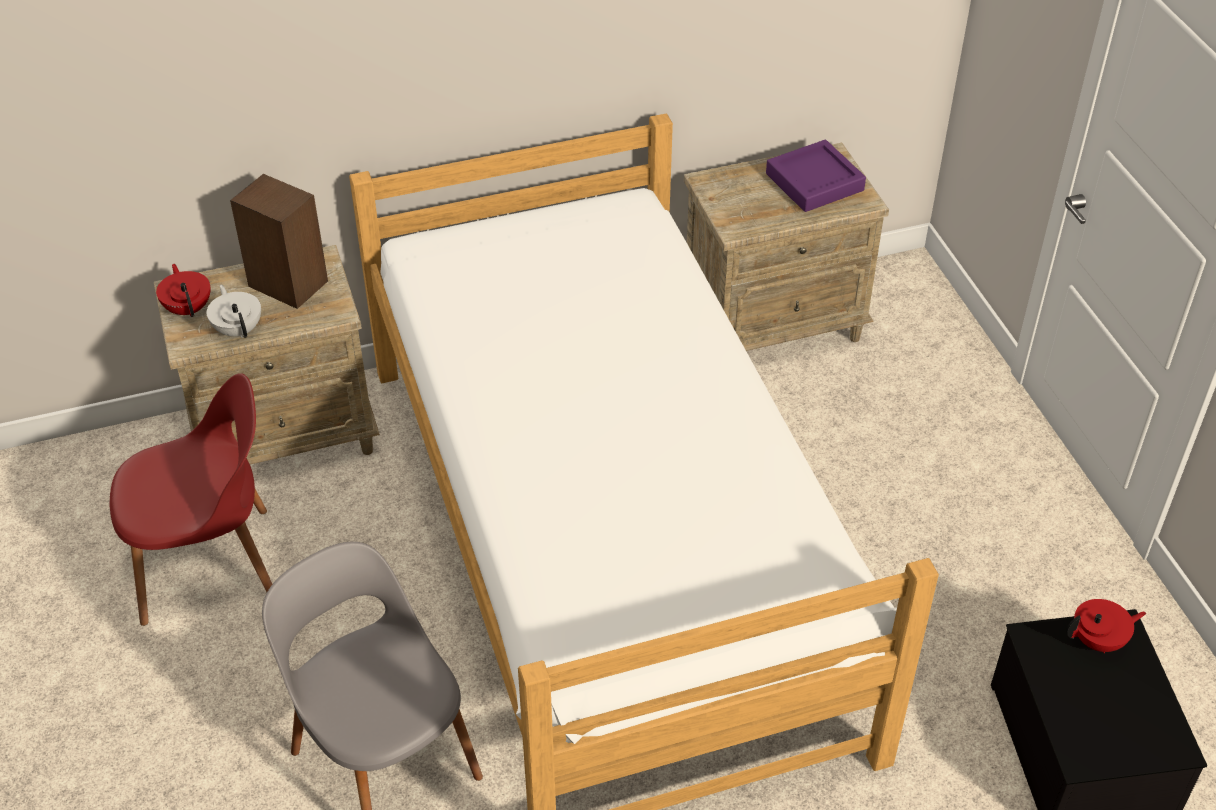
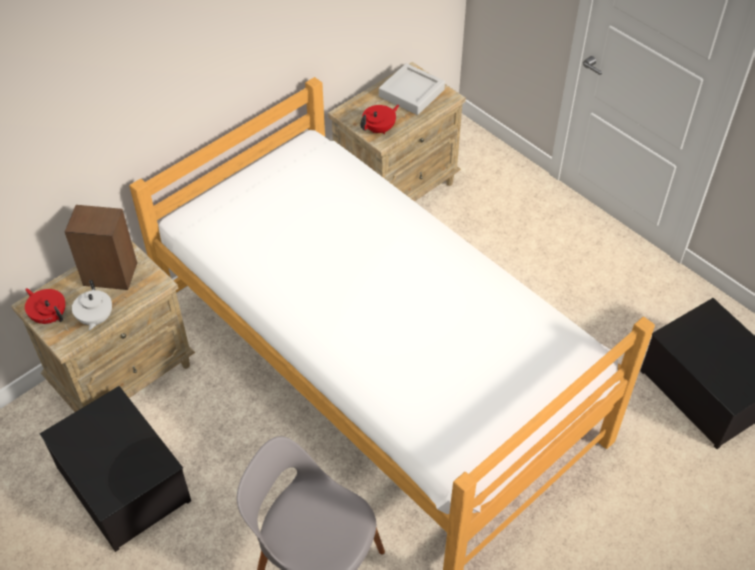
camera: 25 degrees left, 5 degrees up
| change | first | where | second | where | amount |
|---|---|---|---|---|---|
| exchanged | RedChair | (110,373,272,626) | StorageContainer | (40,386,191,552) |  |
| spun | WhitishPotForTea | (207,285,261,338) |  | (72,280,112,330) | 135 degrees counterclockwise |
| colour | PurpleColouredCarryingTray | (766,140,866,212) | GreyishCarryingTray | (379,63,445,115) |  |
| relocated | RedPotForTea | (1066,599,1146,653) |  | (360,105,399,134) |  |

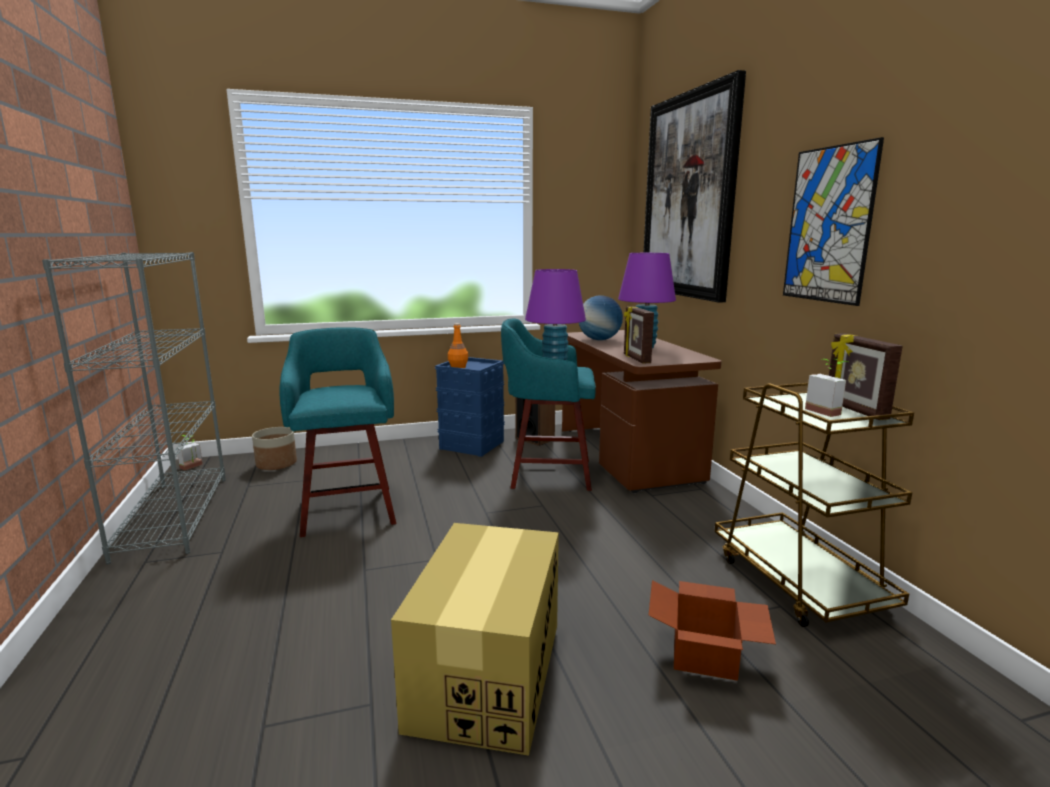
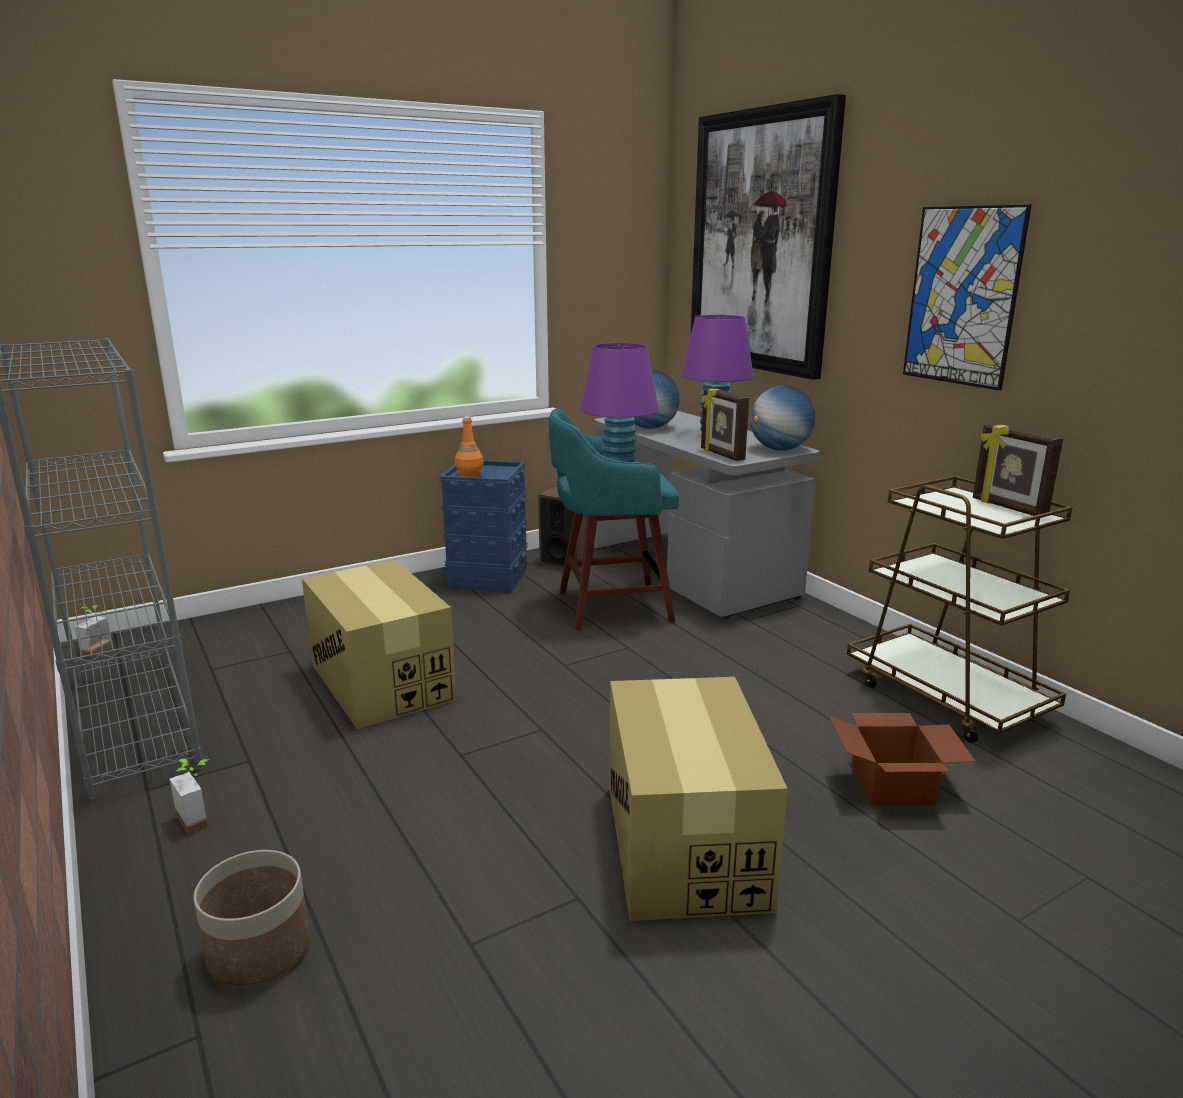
camera: 15 degrees left, 5 degrees up
| change | first | where | second | where | amount |
|---|---|---|---|---|---|
| relocated | FlowerPot | (252,427,297,470) |  | (193,850,310,987) |  |
| exchanged | TurquoiseColouredStoolSeat | (280,327,396,537) | CardboardBox | (302,560,457,729) |  |
| colour | BrownishDesk | (562,330,722,493) | GreyishDesk | (594,411,819,620) |  |
| relocated | PottedPlant | (805,358,848,417) |  | (170,759,209,835) |  |
| appeared |  |  | WorldGlobe | (750,386,815,451) |  |

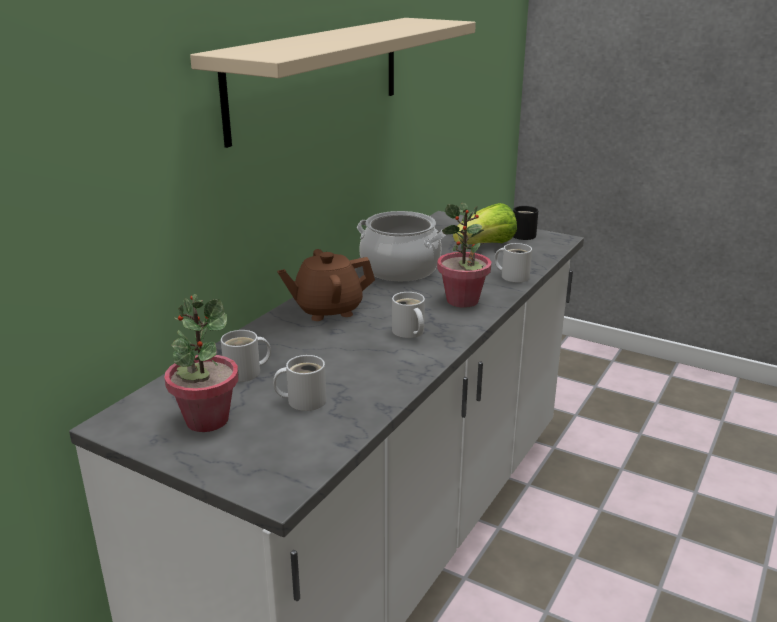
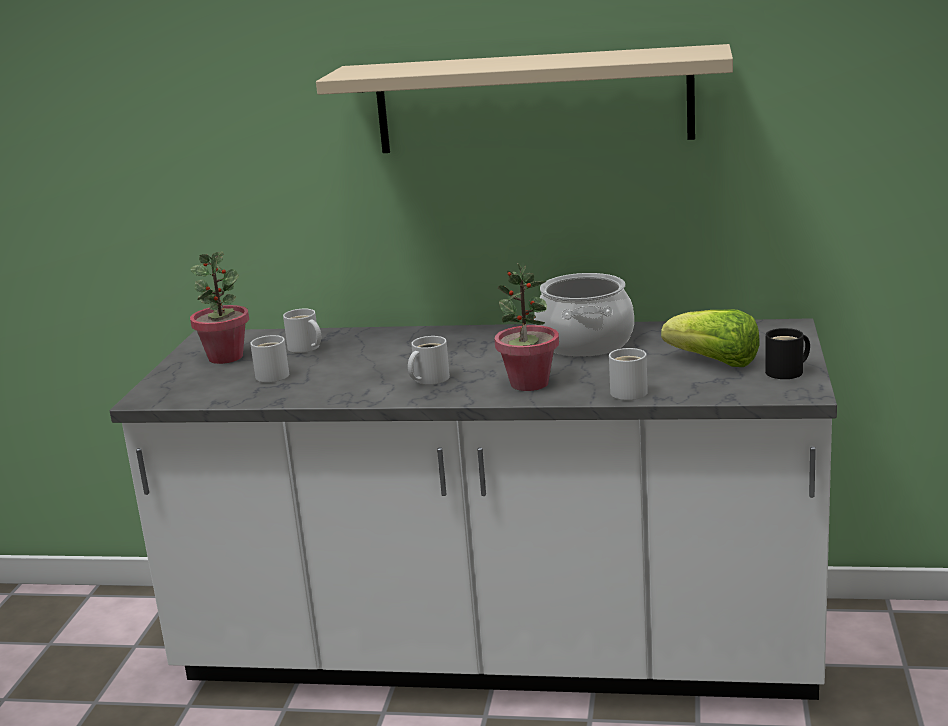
camera: 70 degrees right, 5 degrees down
| change | first | where | second | where | amount |
|---|---|---|---|---|---|
| missing | BrownishPotForTea | (277,249,375,321) |  |  |  |

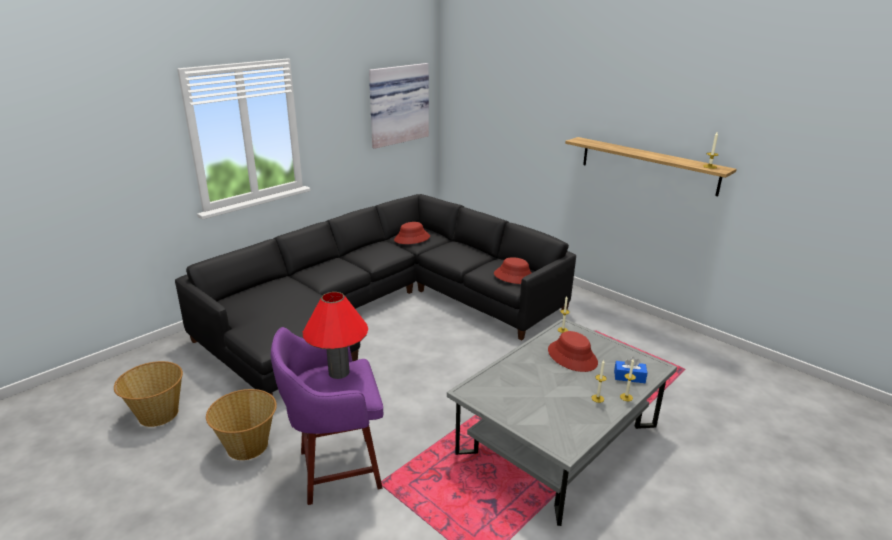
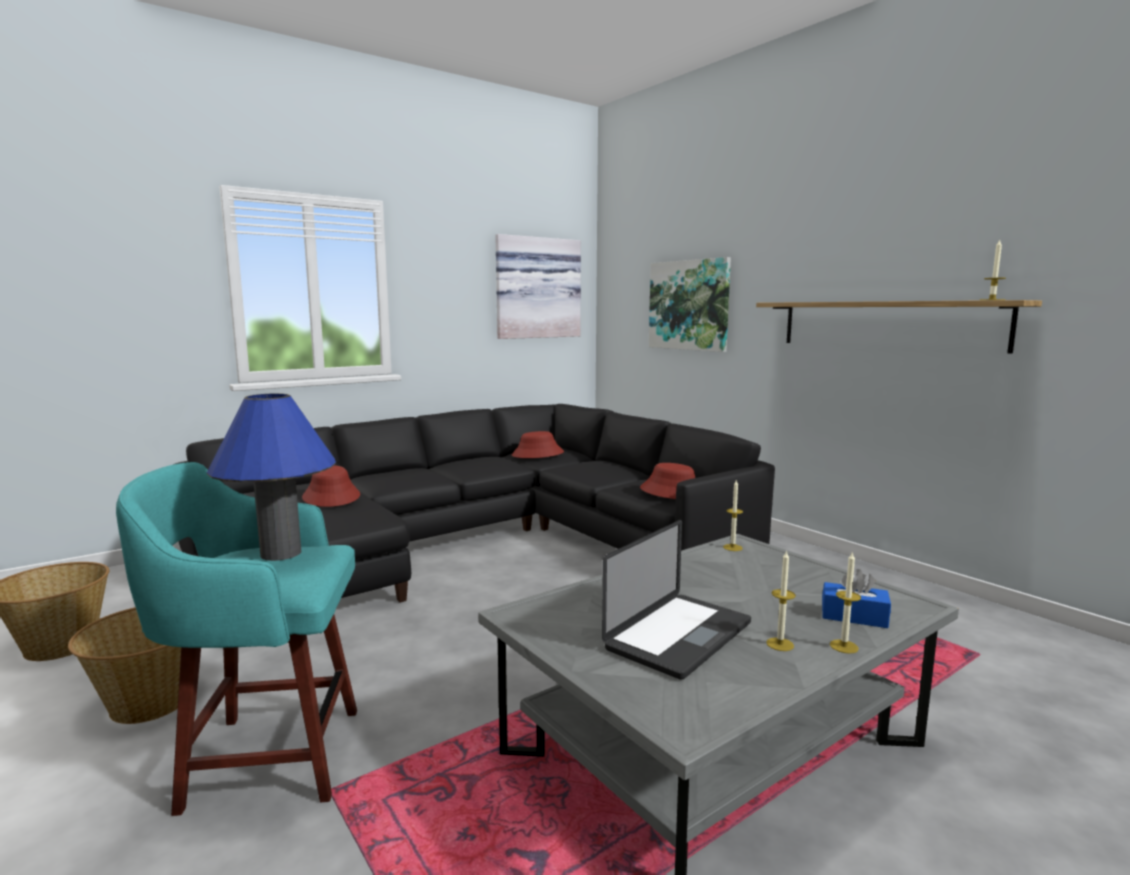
camera: 10 degrees right, 15 degrees down
| change | first | where | second | where | amount |
|---|---|---|---|---|---|
| colour | PurpleColouredStoolSeat | (271,327,383,505) | TurquoiseColouredStoolSeat | (116,462,357,816) |  |
| colour | RedLampForATable | (303,292,368,379) | BlueLampForATable | (207,393,336,561) |  |
| relocated | RedHat | (548,331,598,372) |  | (302,465,360,507) |  |
| appeared |  |  | Laptop | (602,520,751,680) |  |
| appeared |  |  | WallPicture | (649,257,731,352) |  |

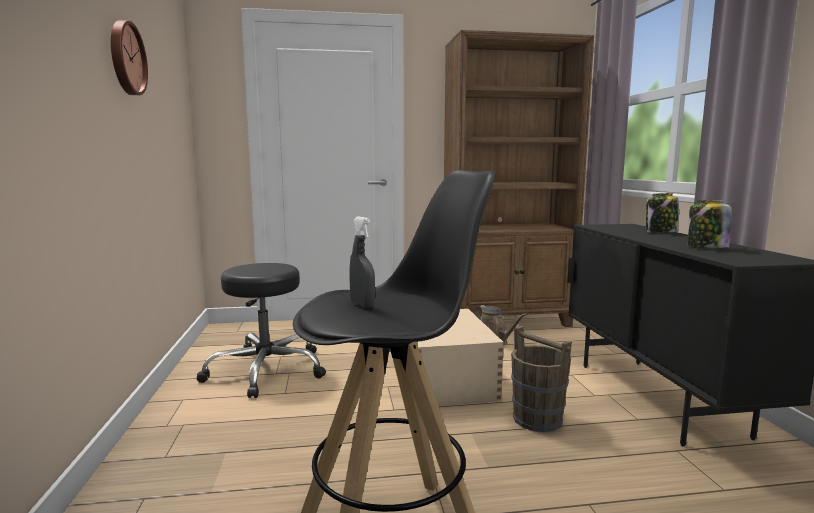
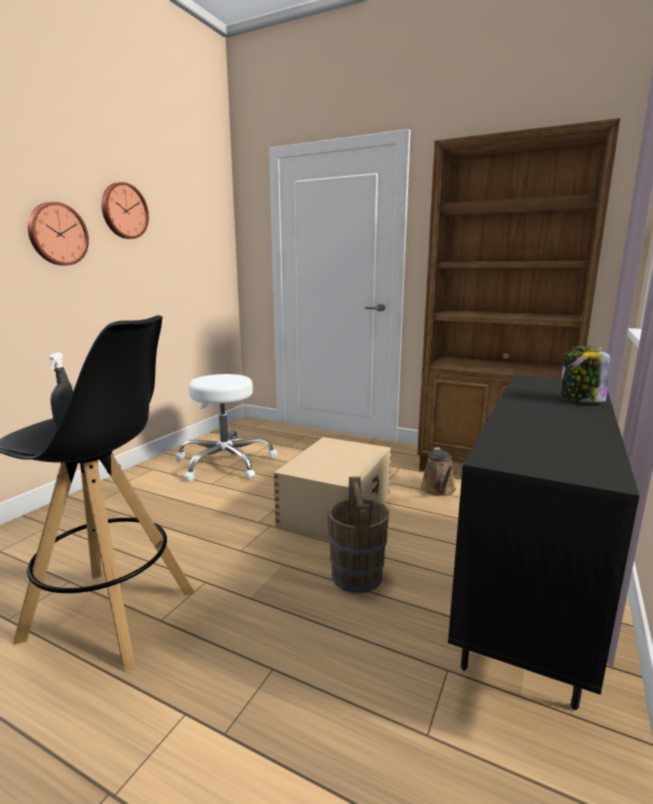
camera: 35 degrees right, 5 degrees up
| change | first | where | second | where | amount |
|---|---|---|---|---|---|
| colour | BlackColouredStoolSeat | (197,263,326,398) | WhitishStoolSeat | (175,374,278,482) |  |
| missing | StorageJar | (688,200,731,248) |  |  |  |
| appeared |  |  | ClockOnTheWall | (28,202,89,265) |  |

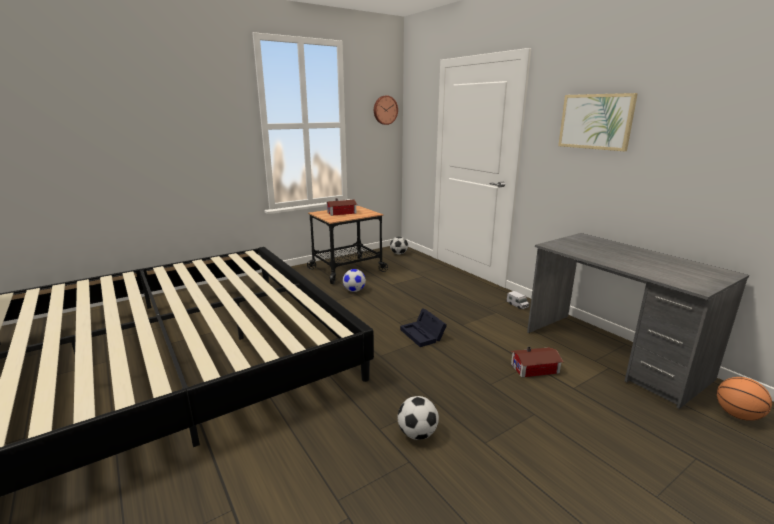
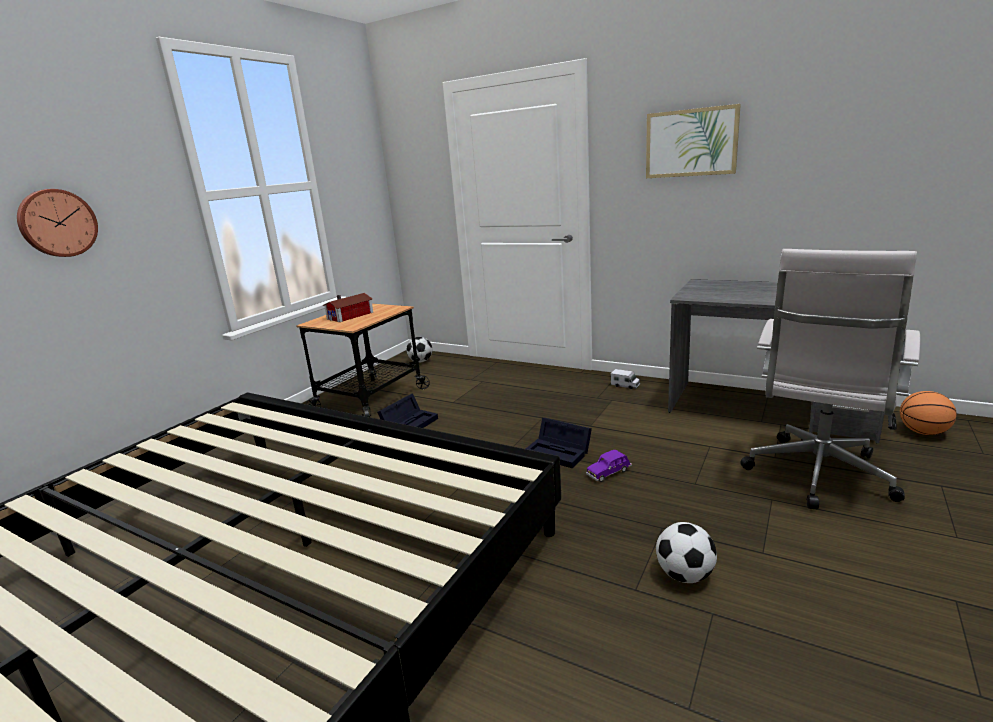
camera: 25 degrees left, 0 degrees up
| change | first | where | second | where | amount |
|---|---|---|---|---|---|
| exchanged | Football | (343,269,366,292) | BlackColouredStorageContainer | (377,393,438,428) |  |
| relocated | ClockOnTheWall | (374,96,398,125) |  | (17,189,98,257) |  |
| missing | ToyHouse | (511,347,563,378) |  |  |  |
| appeared |  |  | PurpleColouredMiniatureCar | (586,450,632,482) |  |
| appeared |  |  | WhitishOfficeChair | (740,249,920,509) |  |

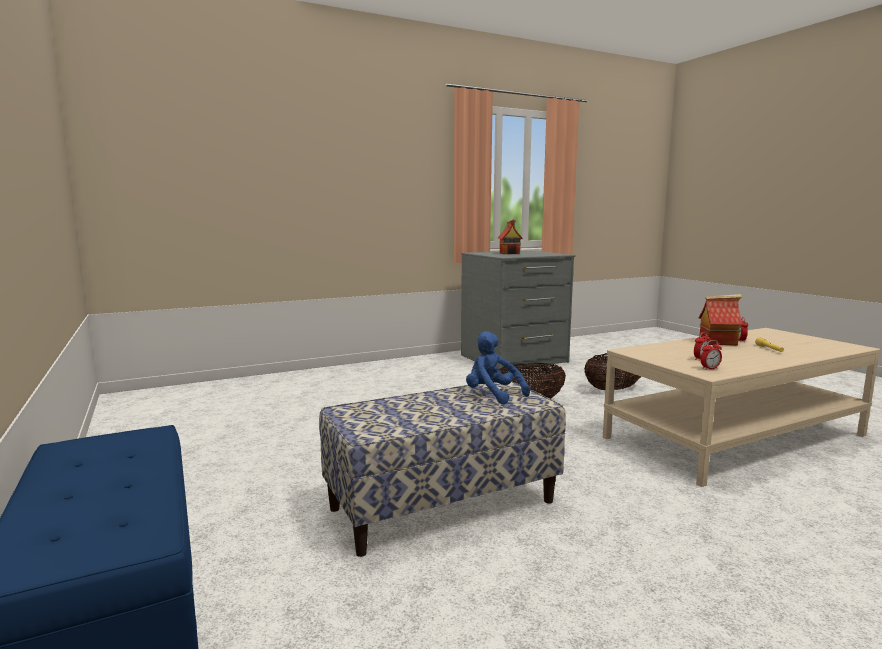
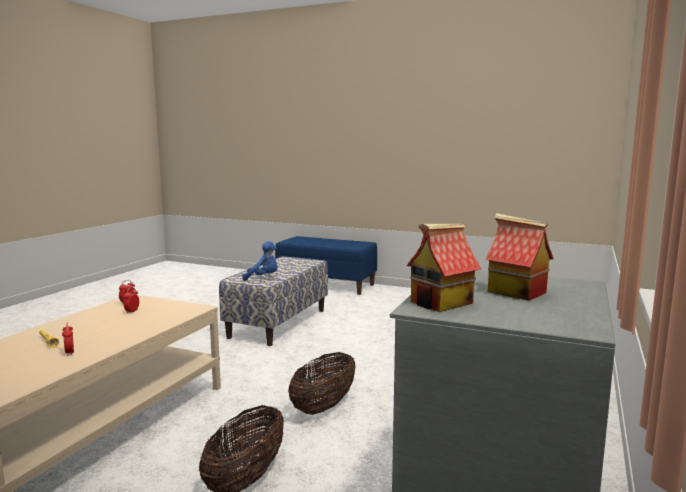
camera: 140 degrees right, 0 degrees up
| change | first | where | second | where | amount |
|---|---|---|---|---|---|
| relocated | ToyHouse | (699,294,742,345) |  | (407,224,481,312) |  |

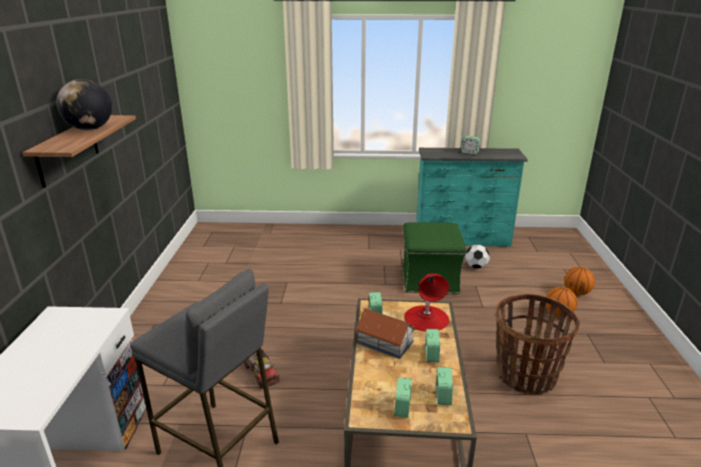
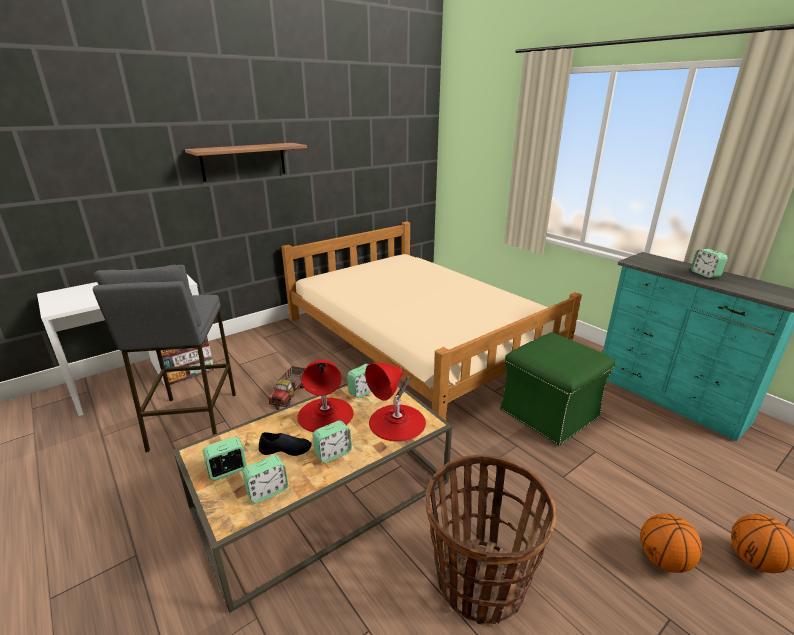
camera: 50 degrees right, 0 degrees up
| change | first | where | second | where | amount |
|---|---|---|---|---|---|
| missing | WorldGlobe | (57,79,112,130) |  |  |  |
| exchanged | ToyHouse | (355,308,416,359) | RedLampForATable | (297,360,354,432) |  |
| missing | Football | (465,244,490,269) |  |  |  |
| appeared |  |  | BlackColouredShoe | (259,432,312,456) |  |
| appeared |  |  | SandColouredBedroomBed | (281,222,582,420) |  |

